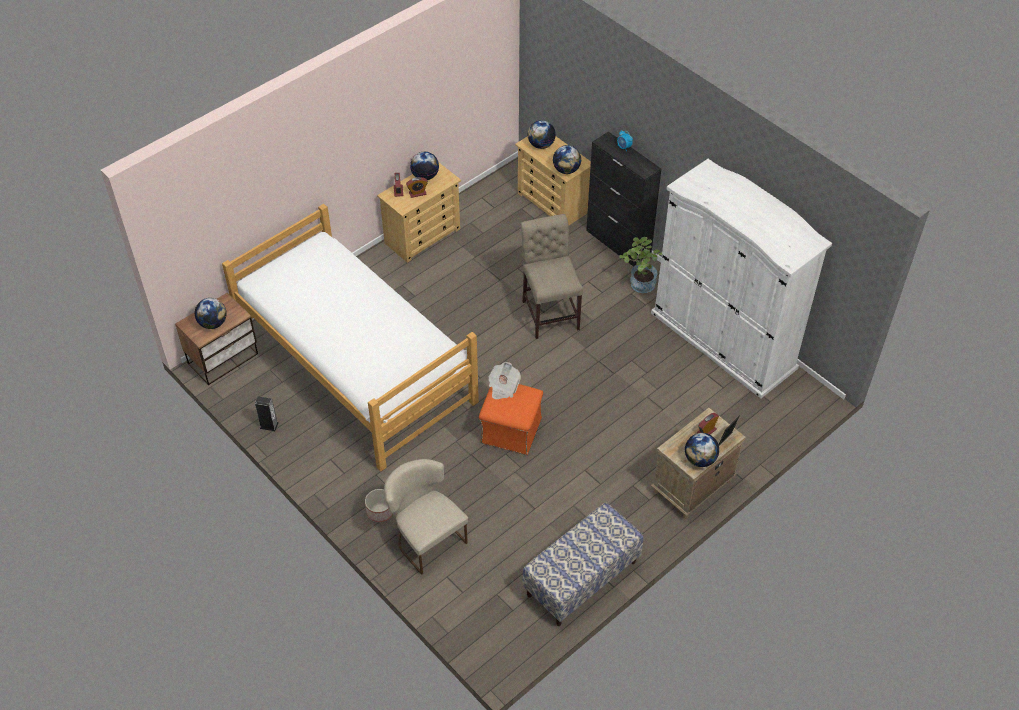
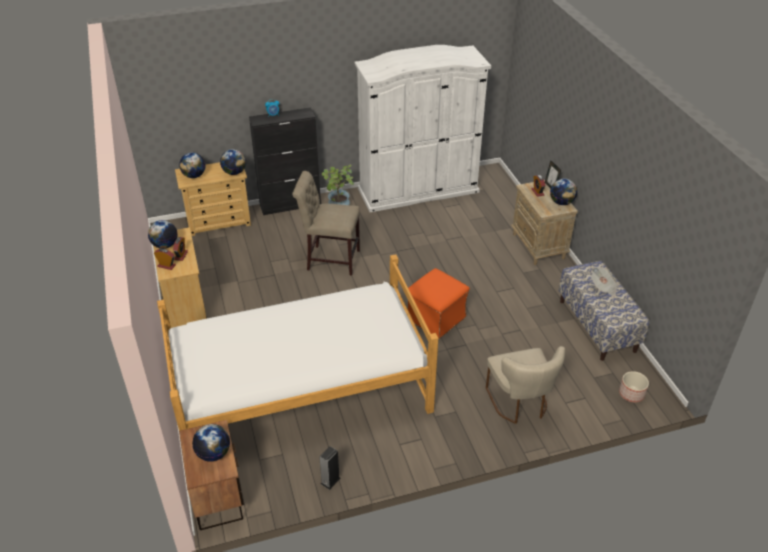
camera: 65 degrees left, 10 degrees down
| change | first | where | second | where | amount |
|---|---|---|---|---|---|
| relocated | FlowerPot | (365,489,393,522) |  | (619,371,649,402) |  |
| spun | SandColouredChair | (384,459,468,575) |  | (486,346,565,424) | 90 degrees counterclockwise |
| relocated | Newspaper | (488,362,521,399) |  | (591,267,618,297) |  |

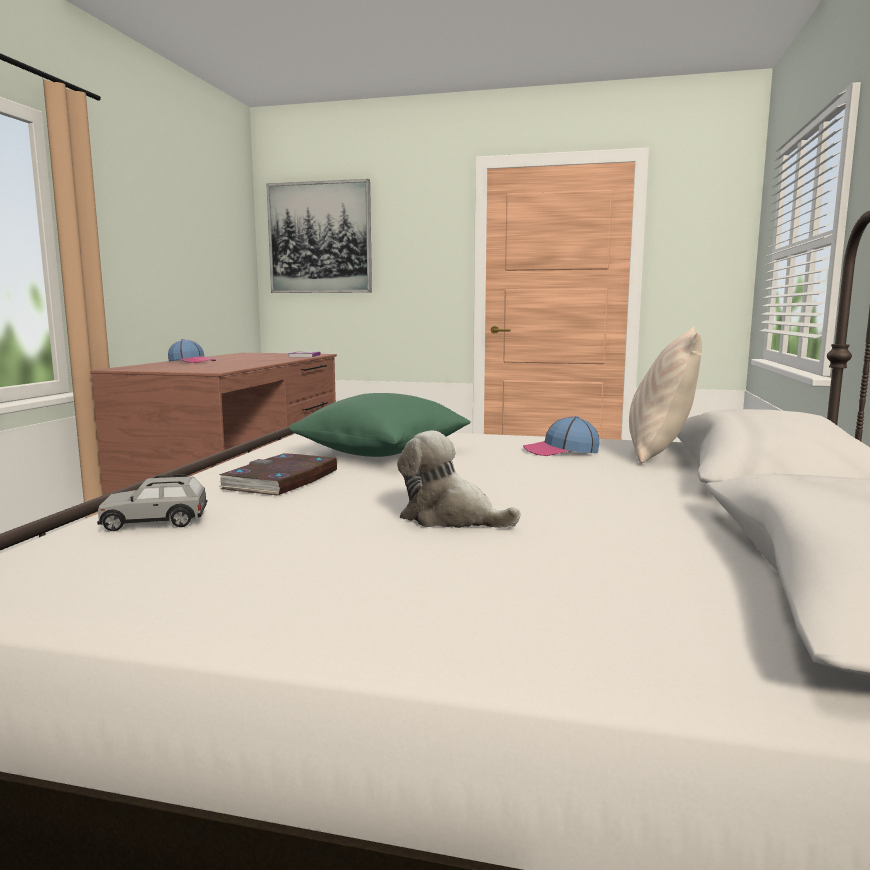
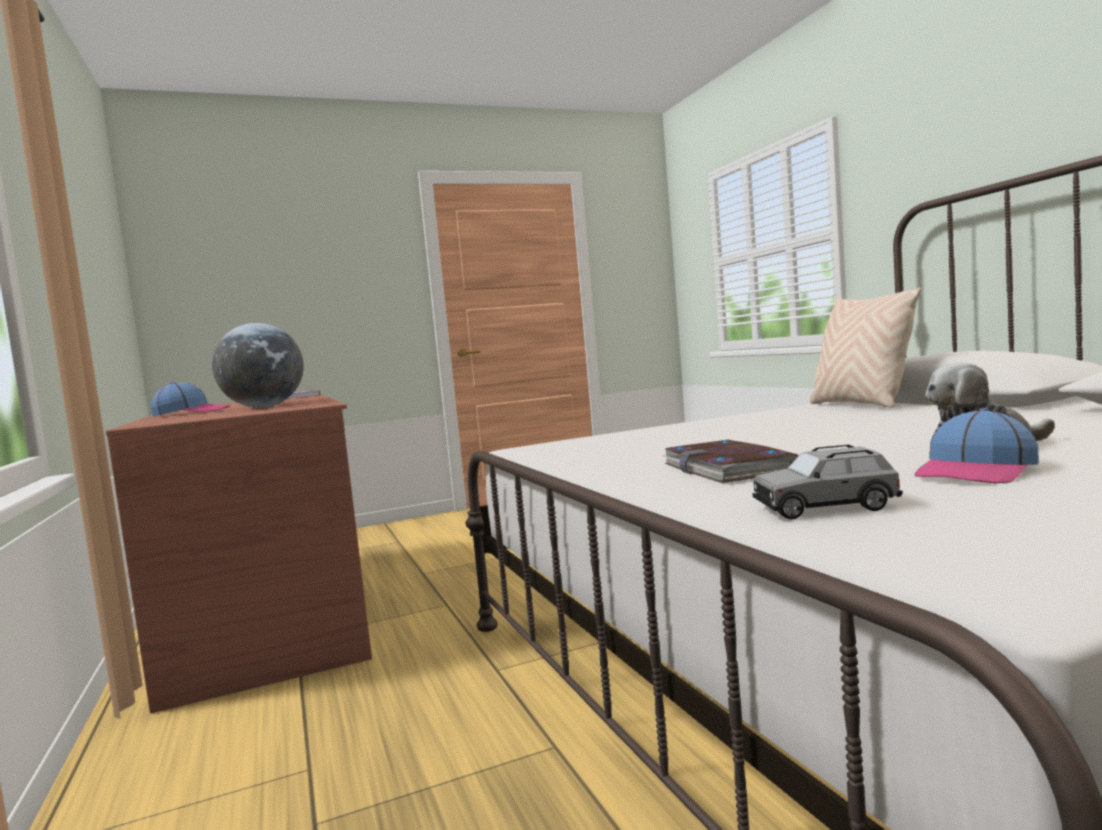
camera: 35 degrees left, 5 degrees down
| change | first | where | second | where | amount |
|---|---|---|---|---|---|
| spun | GreyishMiniatureCar | (97,474,208,531) |  | (752,445,903,520) | 45 degrees clockwise |
| missing | WallPicture | (266,179,372,293) |  |  |  |
| missing | GreenColouredThrowPillow | (289,393,471,457) |  |  |  |
| relocated | PeakedCap | (523,416,600,456) |  | (914,408,1039,483) |  |
| appeared |  |  | WorldGlobe | (212,323,304,408) |  |

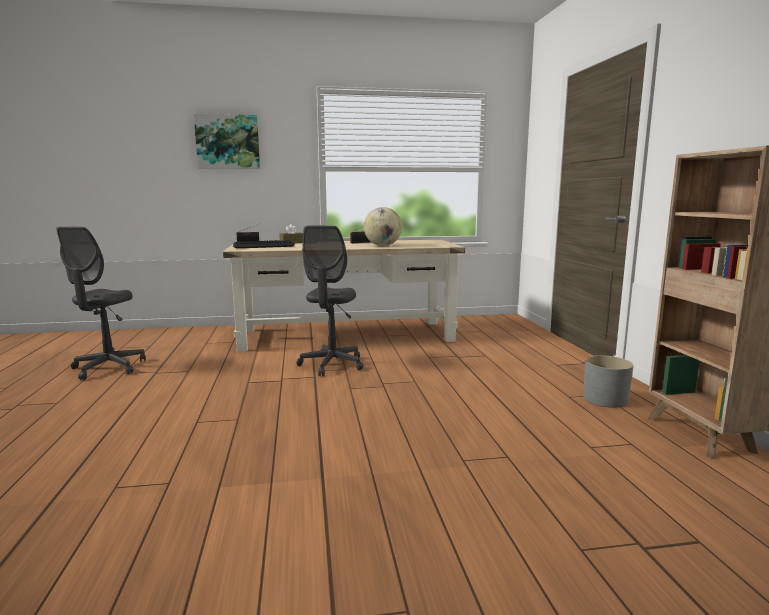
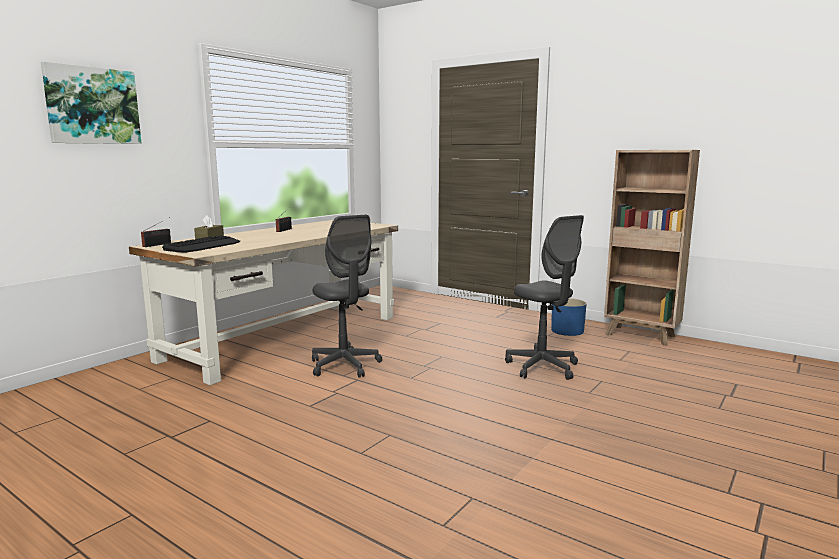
camera: 45 degrees left, 0 degrees up
| change | first | where | second | where | amount |
|---|---|---|---|---|---|
| relocated | GreyishOfficeChair | (56,226,146,380) |  | (505,215,584,380) |  |
| missing | WorldGlobe | (364,207,402,246) |  |  |  |
| colour | GreyishFlowerPot | (583,355,634,408) | BlueFlowerPot | (551,298,586,336) |  |

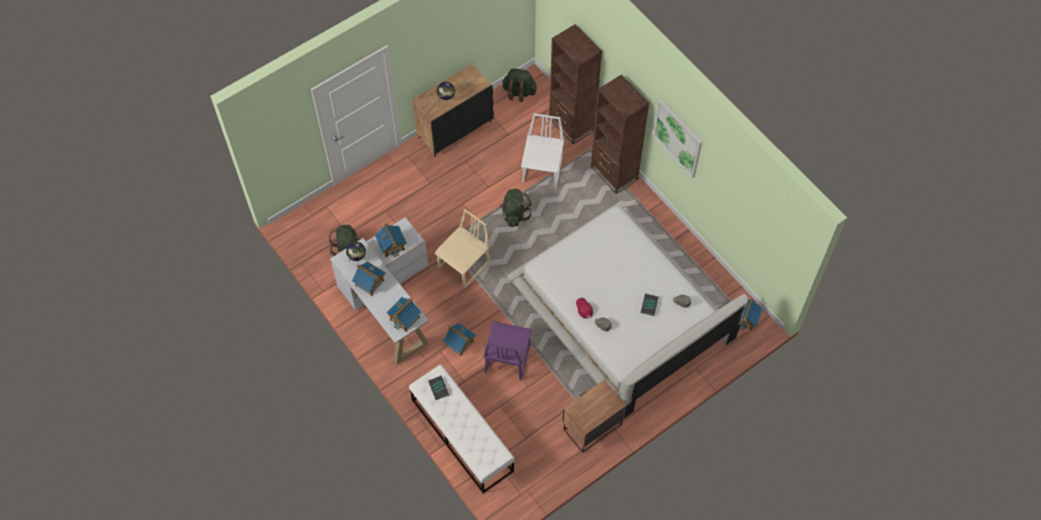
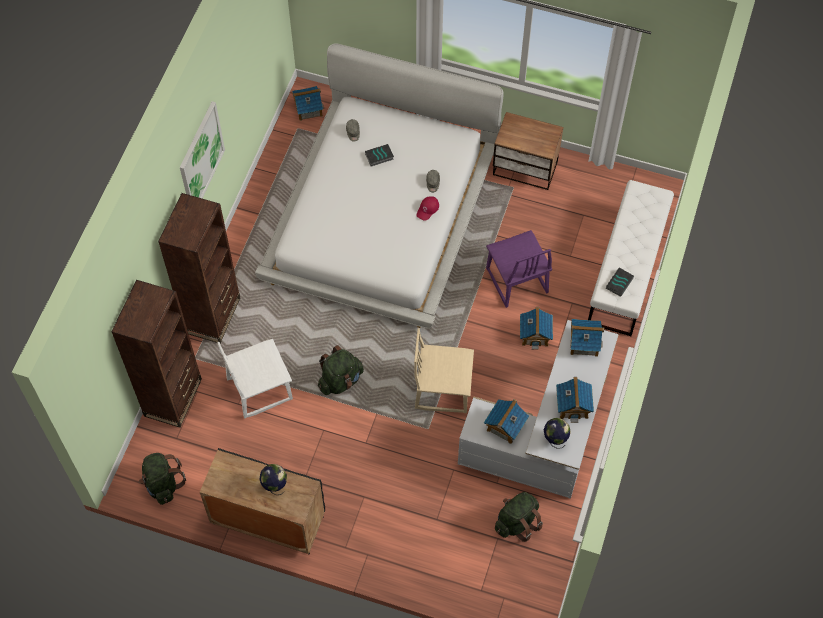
camera: 125 degrees left, 0 degrees up
| change | first | where | second | where | amount |
|---|---|---|---|---|---|
| spun | PurpleColouredChair | (483,321,532,381) |  | (486,230,552,308) | 90 degrees clockwise |

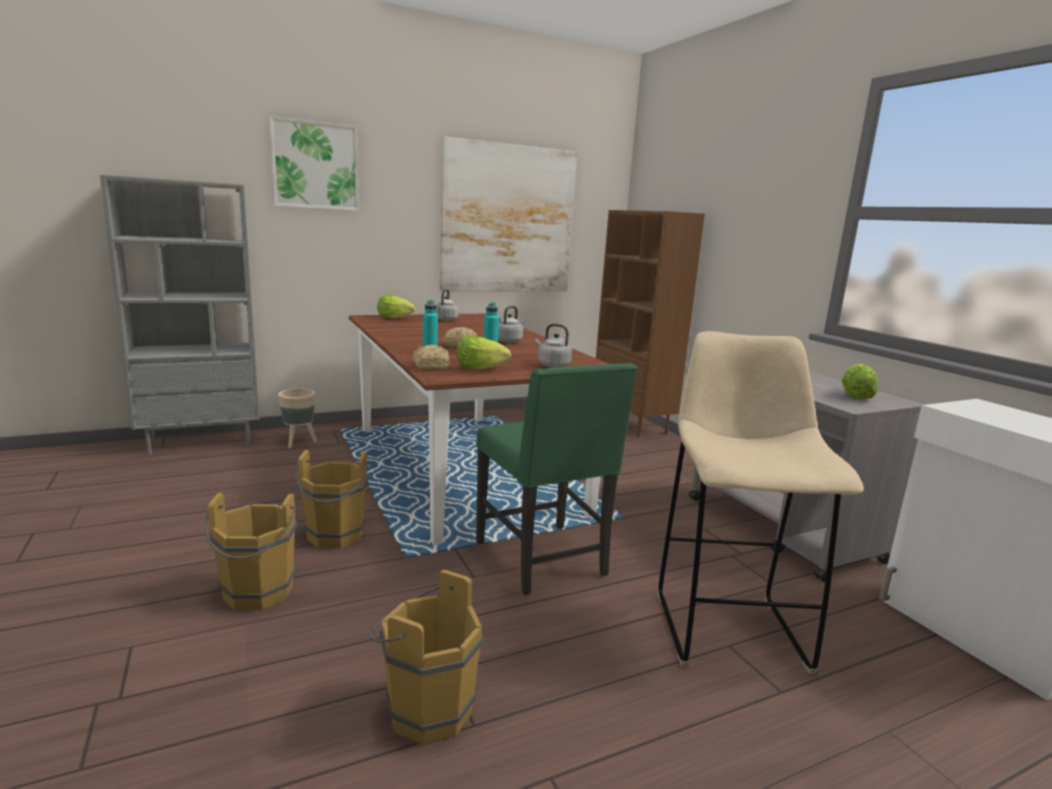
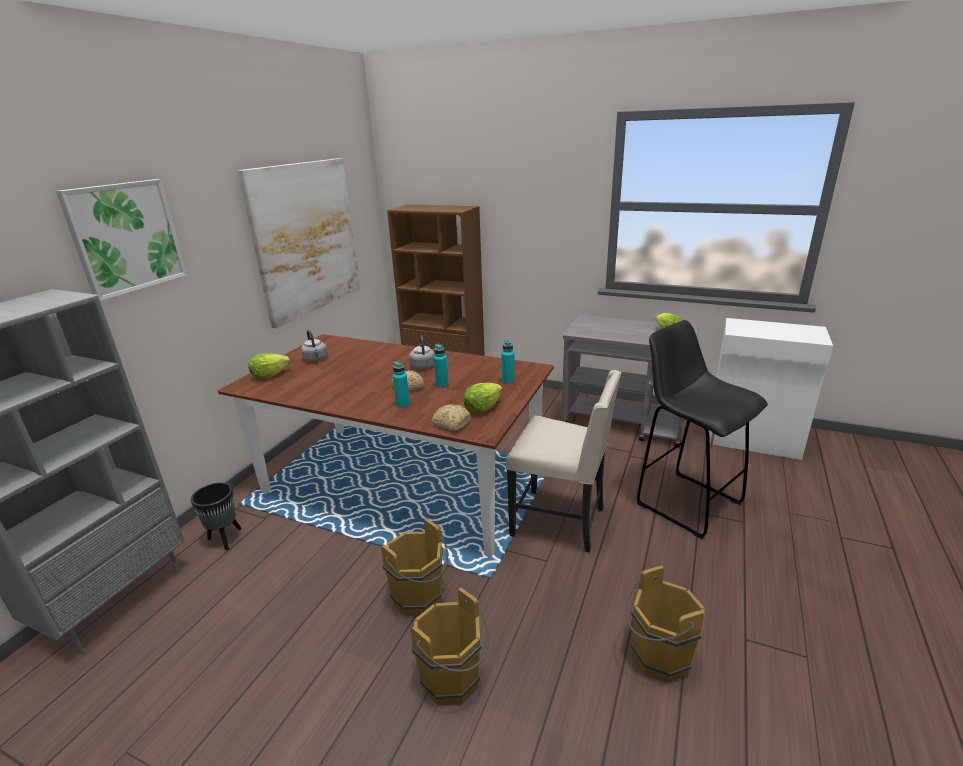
camera: 40 degrees left, 10 degrees up
| change | first | where | second | where | amount |
|---|---|---|---|---|---|
| colour | SandColouredFlowerPot | (278,388,317,448) | BlackColouredFlowerPot | (191,483,242,550) |  |
| colour | GreenColouredChair | (476,363,638,595) | SandColouredChair | (506,370,621,553) |  |
| exchanged | GreyishKettle | (535,324,572,368) | TurquoiseColouredBottle | (501,340,515,383) |  |
| colour | SandColouredStoolSeat | (658,331,864,674) | BlackColouredStoolSeat | (636,320,768,539) |  |

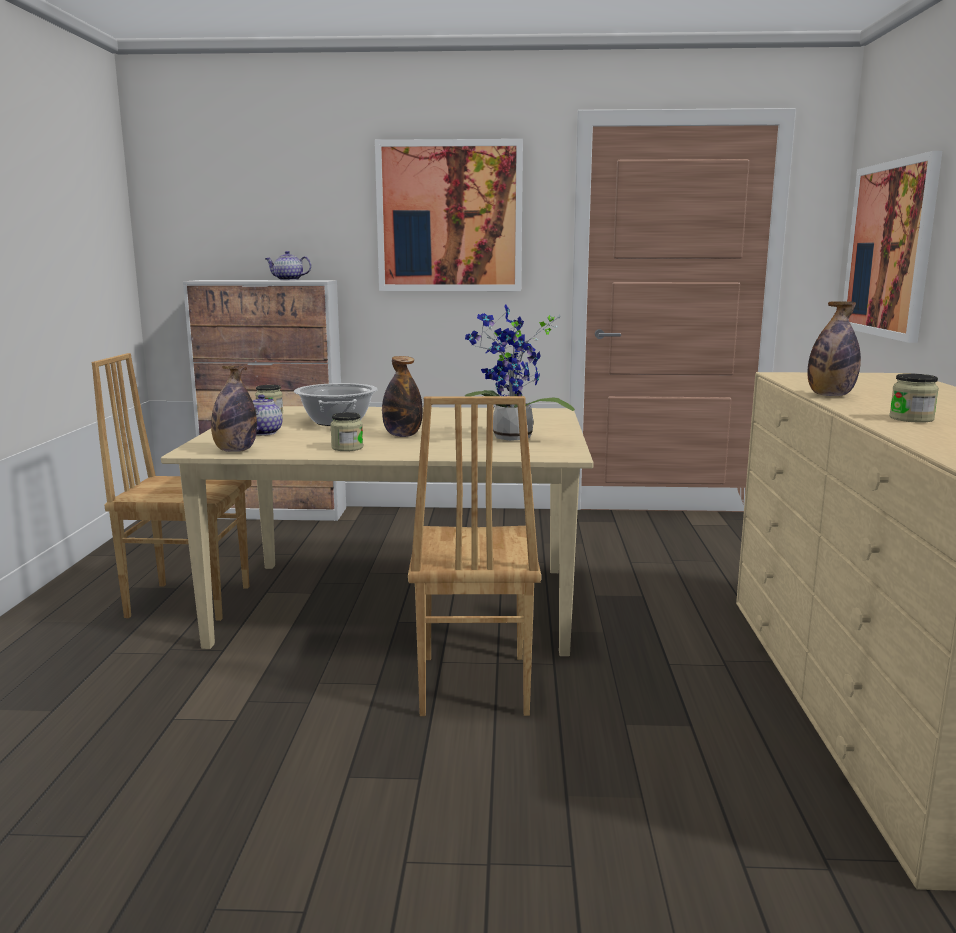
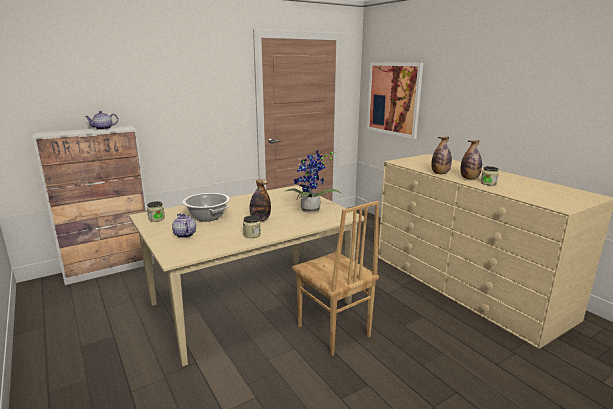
camera: 35 degrees left, 5 degrees up
| change | first | where | second | where | amount |
|---|---|---|---|---|---|
| missing | BrownishChair | (92,353,252,621) |  |  |  |
| relocated | Bottle | (211,366,257,452) |  | (460,140,482,179) |  |
| missing | WallPicture | (375,139,523,291) |  |  |  |

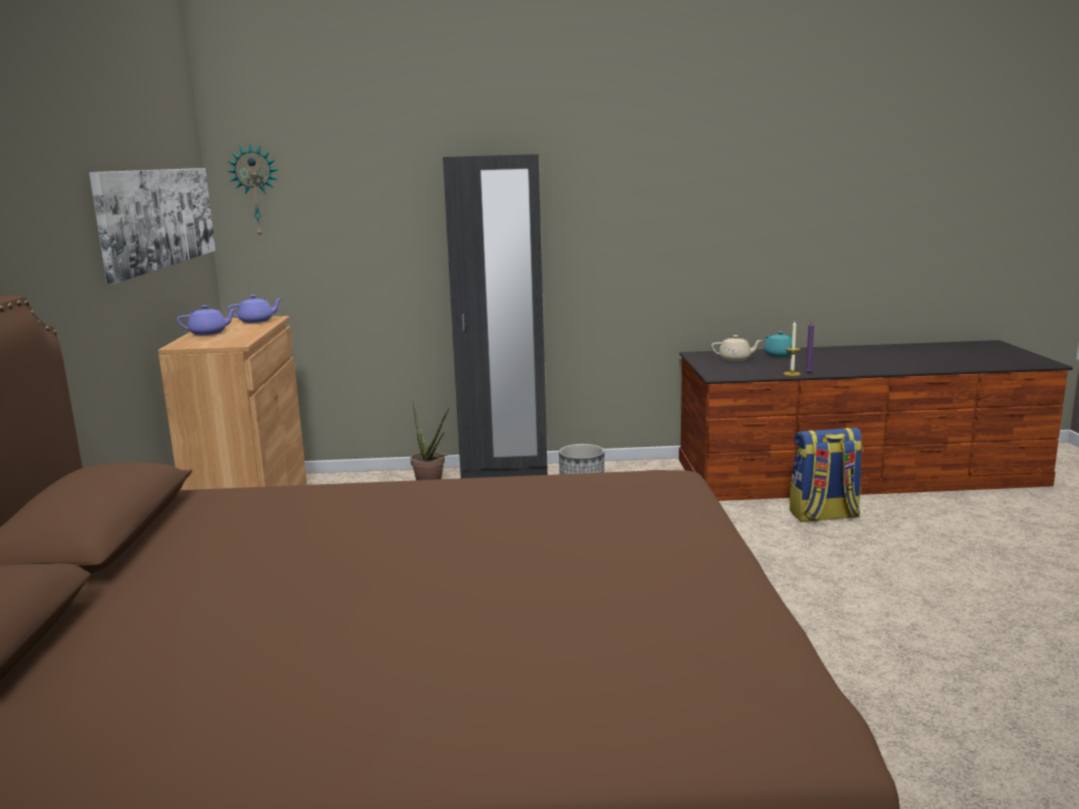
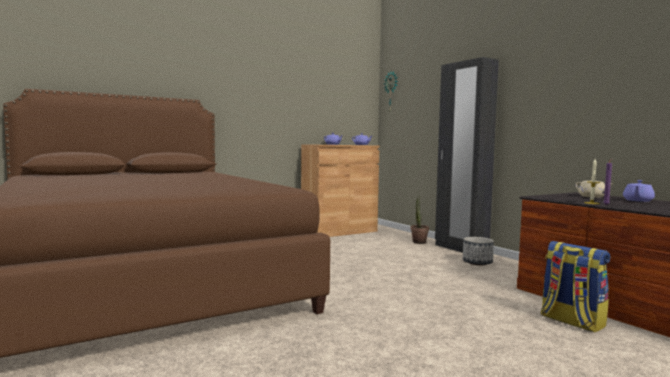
camera: 60 degrees right, 10 degrees down
| change | first | where | second | where | amount |
|---|---|---|---|---|---|
| missing | WallPicture | (89,168,216,284) |  |  |  |
| colour | TurquoiseColouredPotForTea | (764,331,797,357) | PurpleColouredPotForTea | (623,180,655,202) |  |

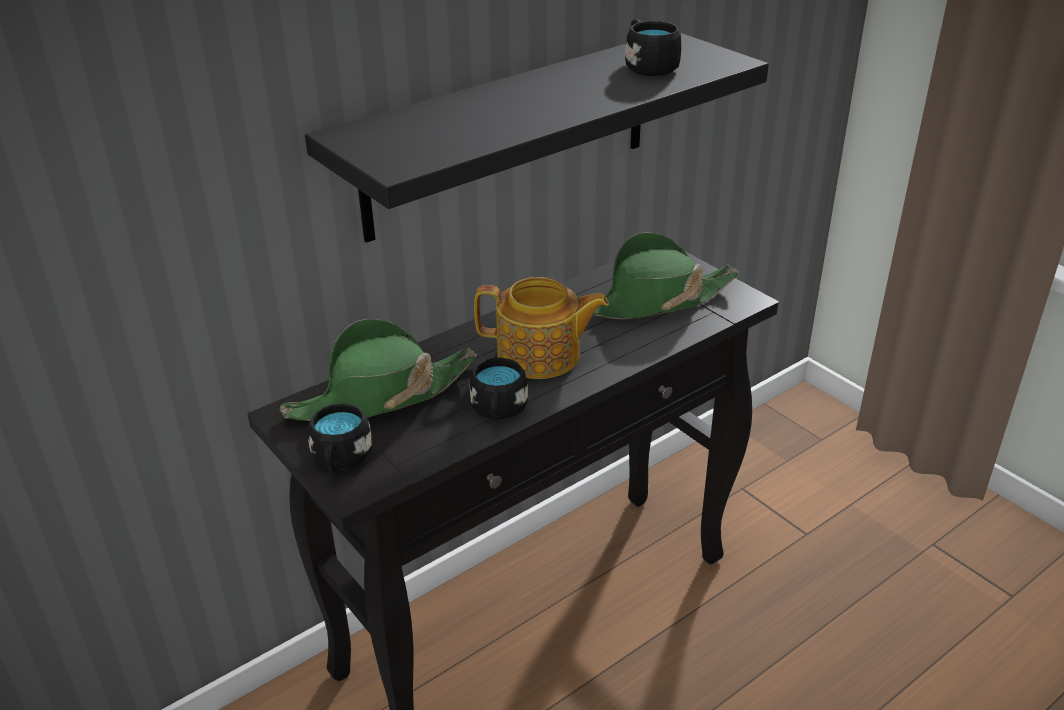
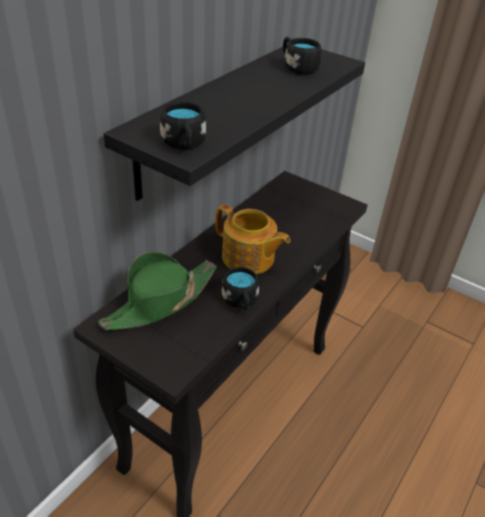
camera: 20 degrees left, 5 degrees up
| change | first | where | second | where | amount |
|---|---|---|---|---|---|
| relocated | BlackColouredCoffeeMug | (308,403,372,473) |  | (160,102,206,150) |  |
| spun | PotForTea | (474,277,609,379) |  | (216,204,290,274) | 45 degrees clockwise |
| missing | GreenColouredHat | (593,232,739,319) |  |  |  |

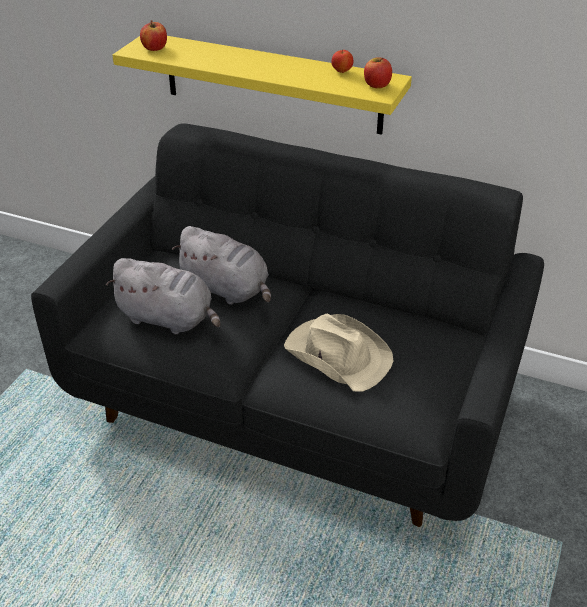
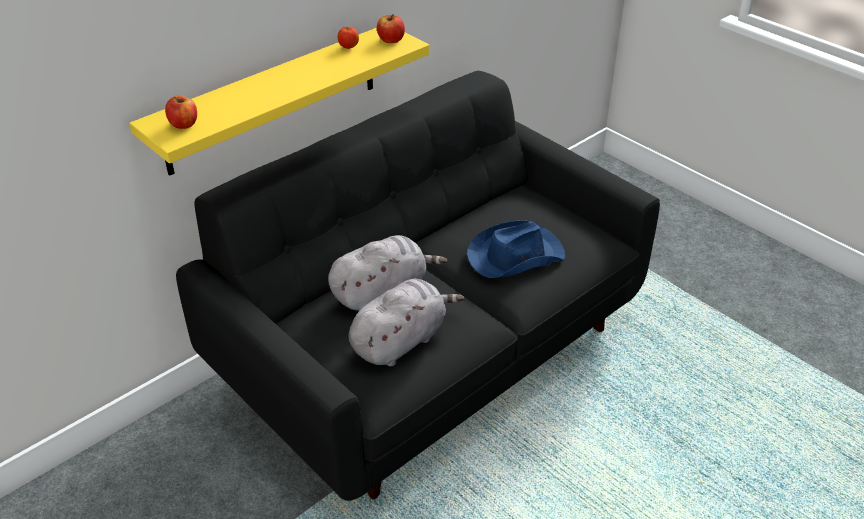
camera: 65 degrees left, 0 degrees up
| change | first | where | second | where | amount |
|---|---|---|---|---|---|
| colour | SandColouredHat | (284,314,393,392) | BlueHat | (467,220,565,278) |  |

